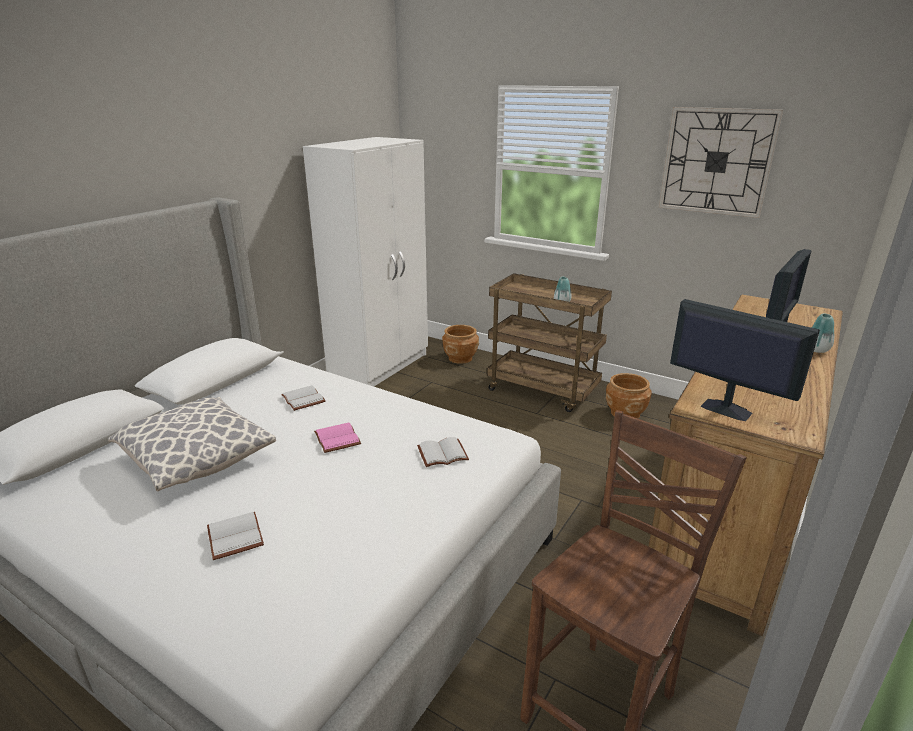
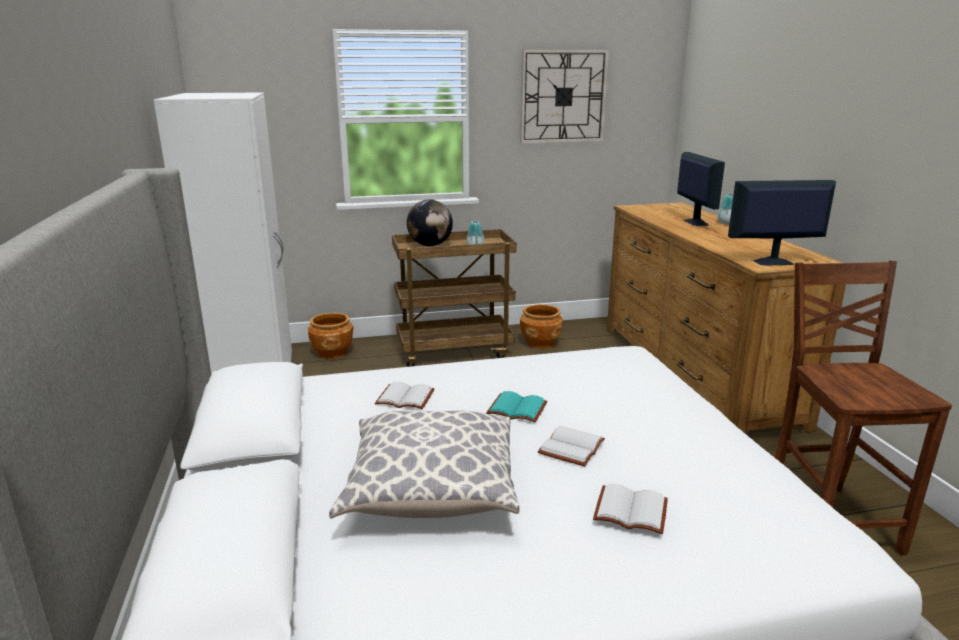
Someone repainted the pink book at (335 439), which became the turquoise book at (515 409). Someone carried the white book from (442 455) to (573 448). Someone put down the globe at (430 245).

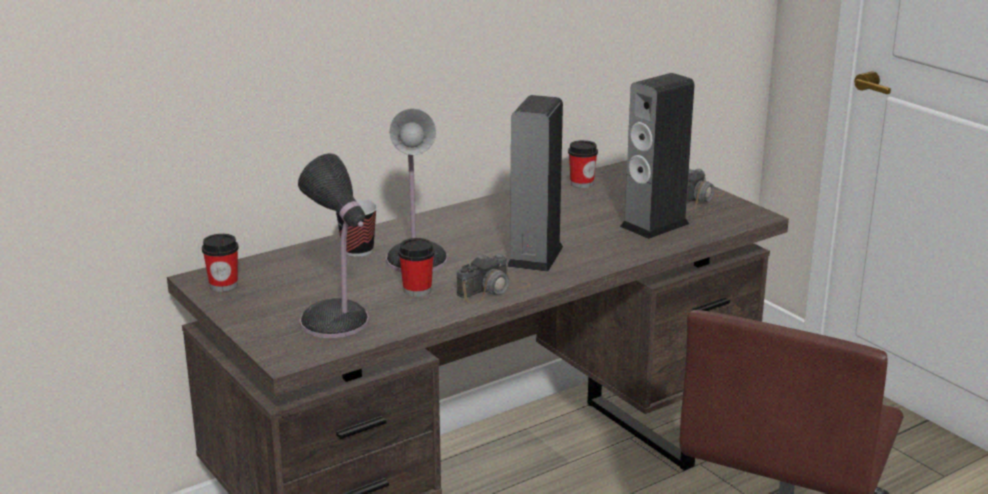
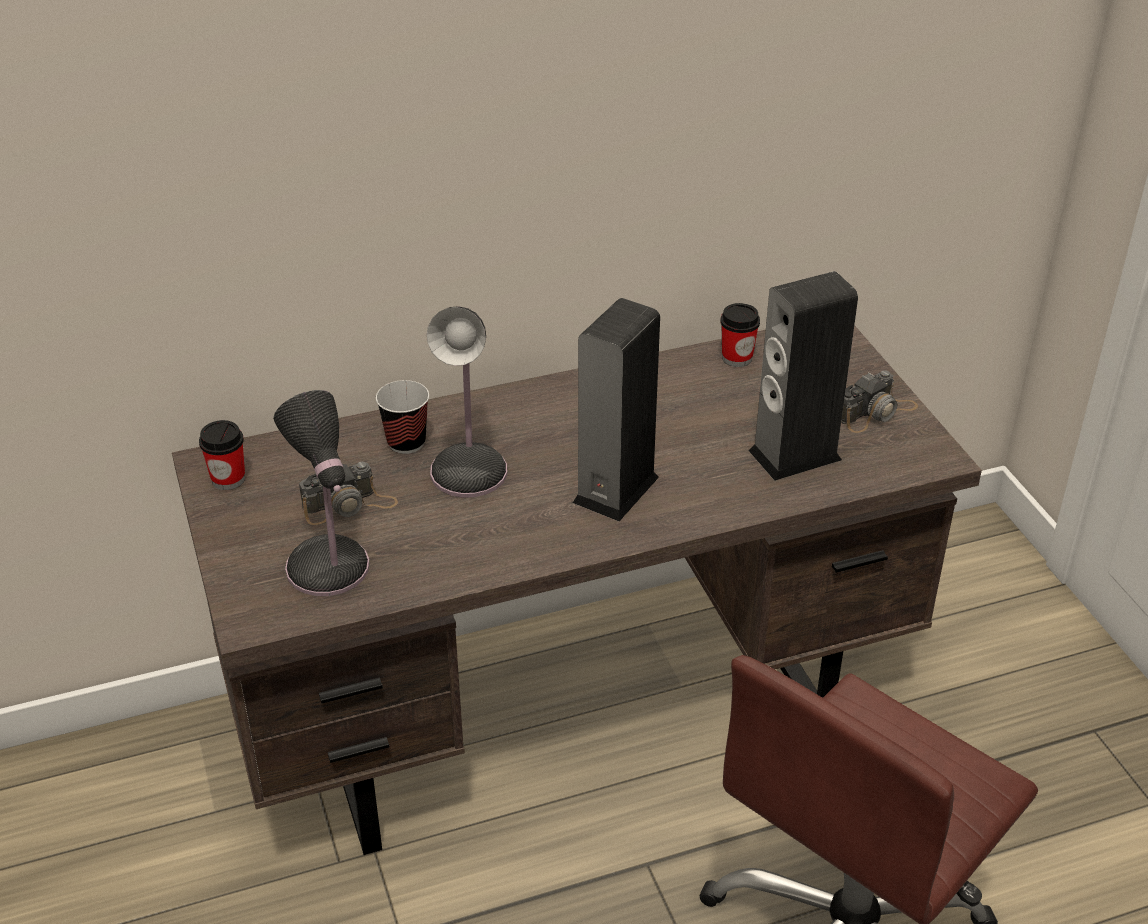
Someone took away the cup at (417 290). Someone carried the photo camera from (493 290) to (349 505).

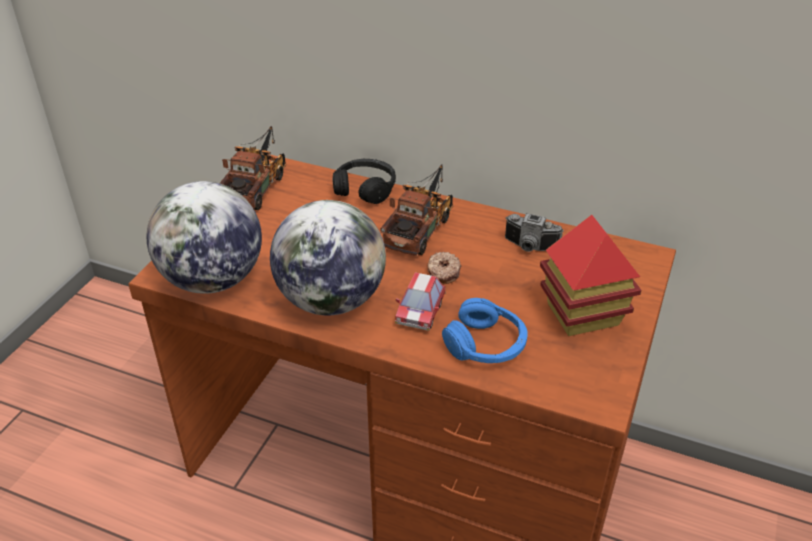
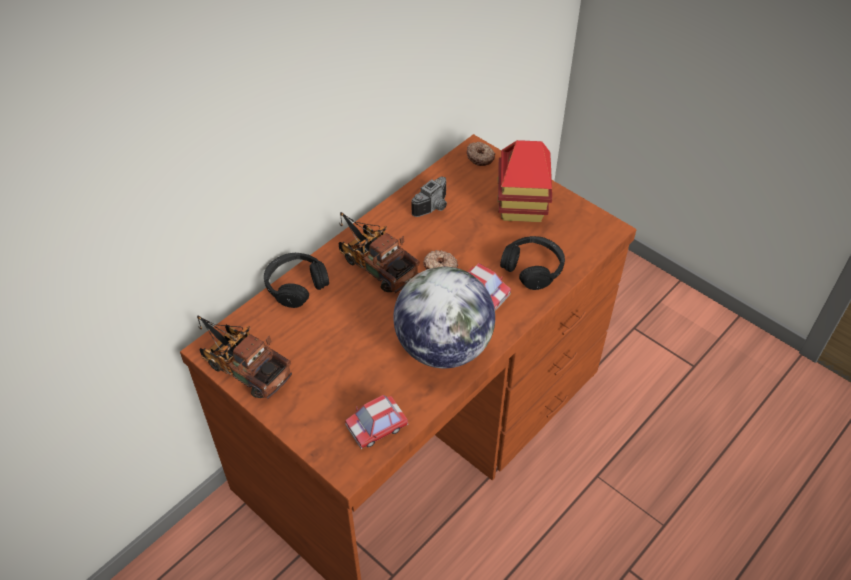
Someone swapped the globe at (213 280) for the toy car at (377 428). Someone repainted the blue headphones at (486 345), which became the black headphones at (533 268). Someone put down the donut at (480 157).

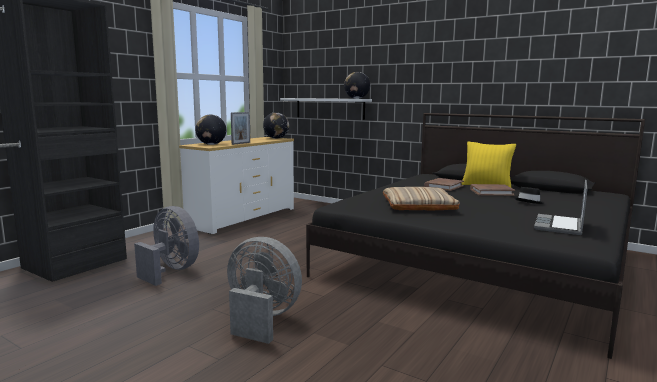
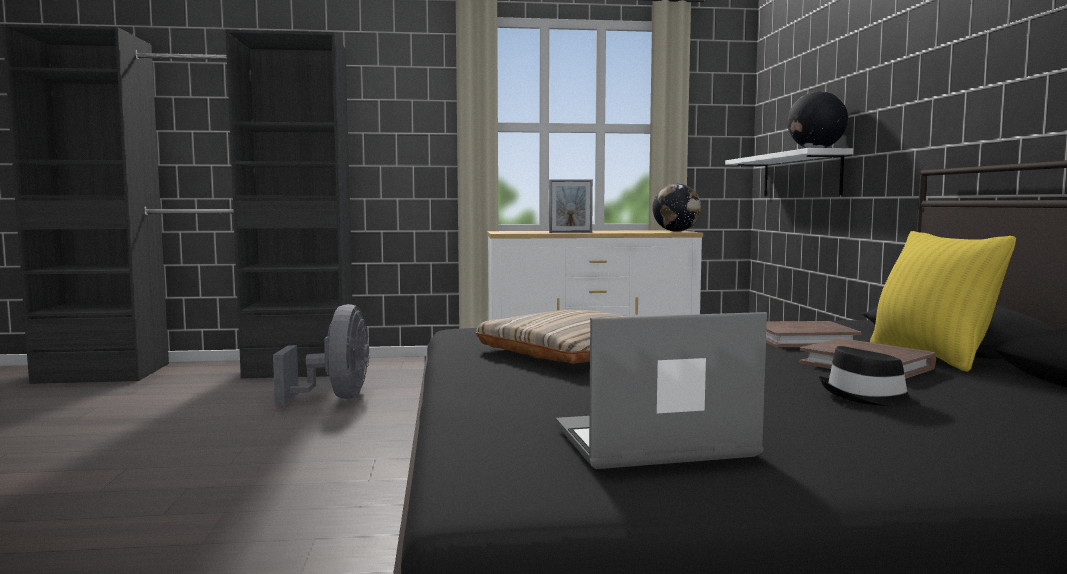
Someone took away the globe at (211 144). Someone took away the grey fan at (261 319).

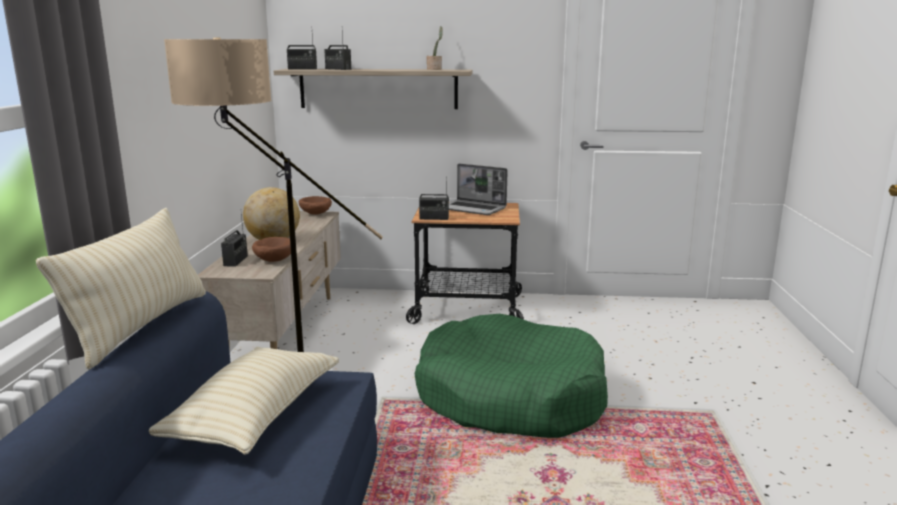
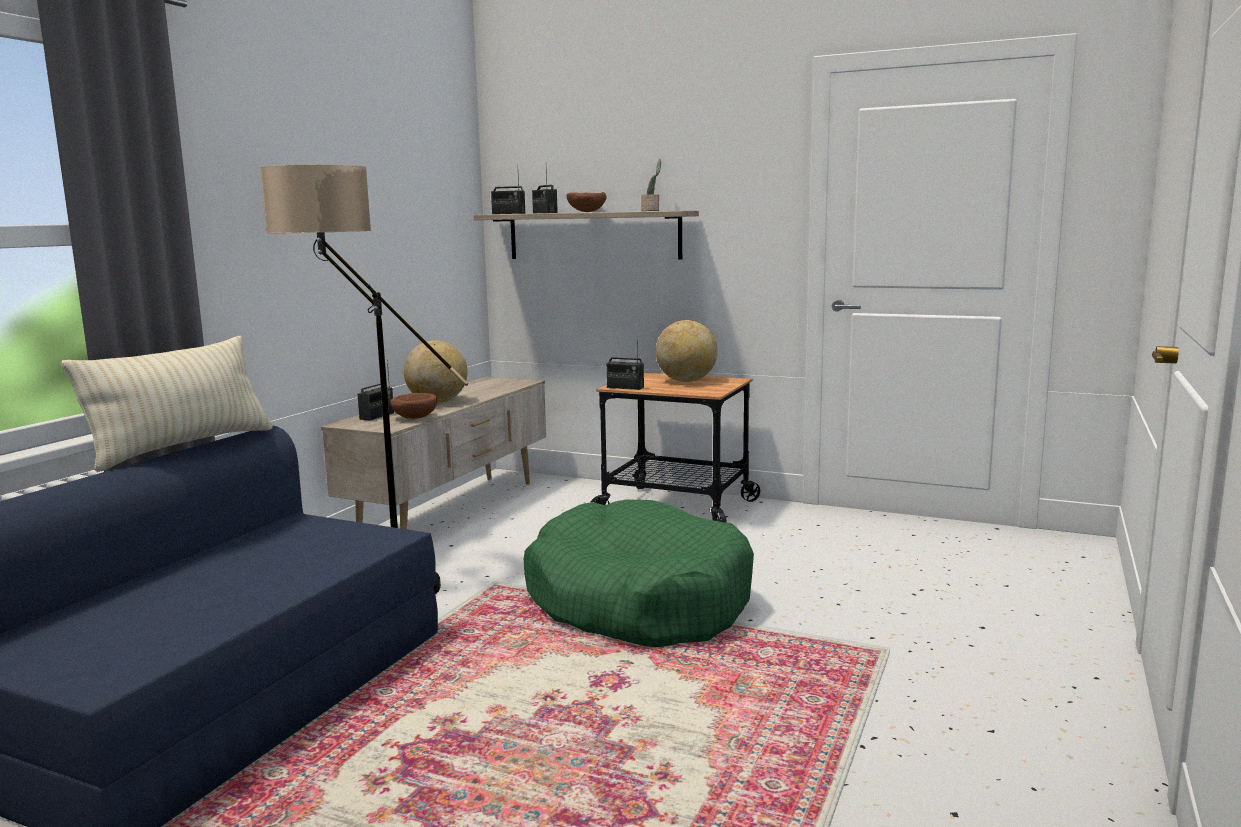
Someone took away the beige pillow at (255 417). Someone carried the brown bowl from (315 214) to (586 212). Someone swapped the laptop at (473 209) for the globe at (686 381).

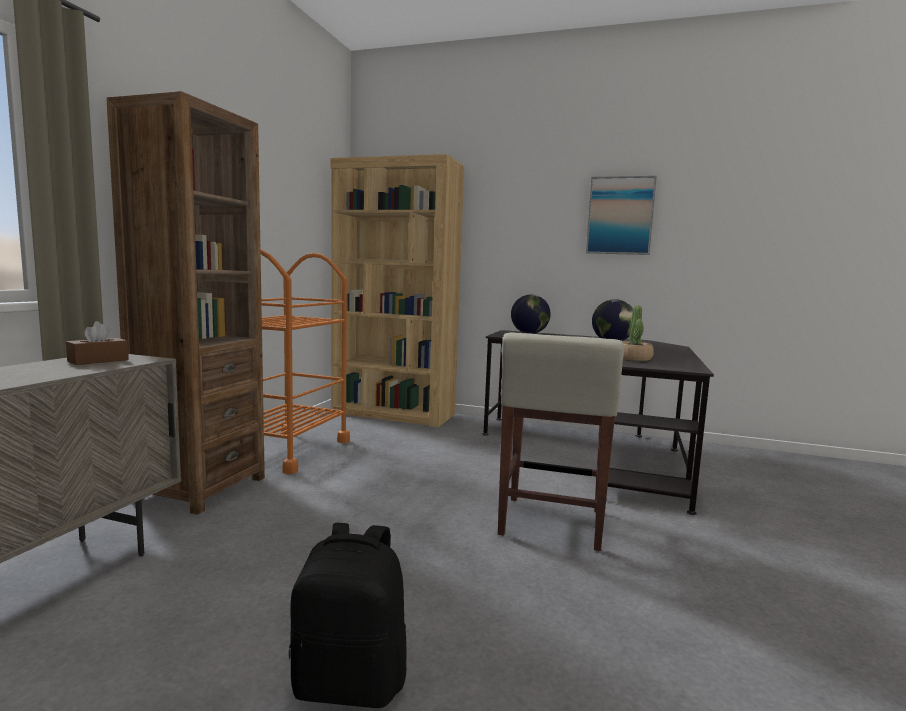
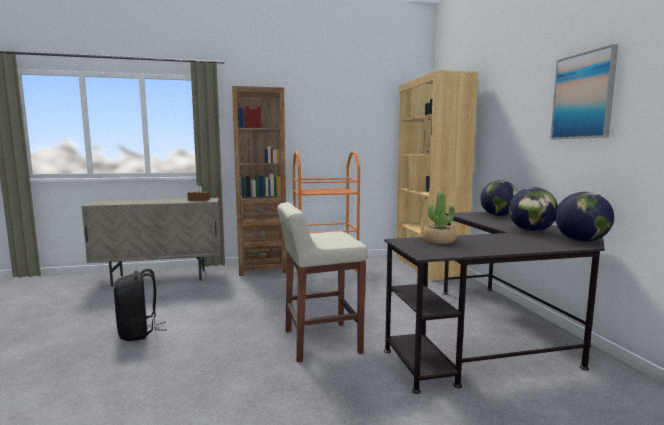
Someone put down the globe at (581 241).

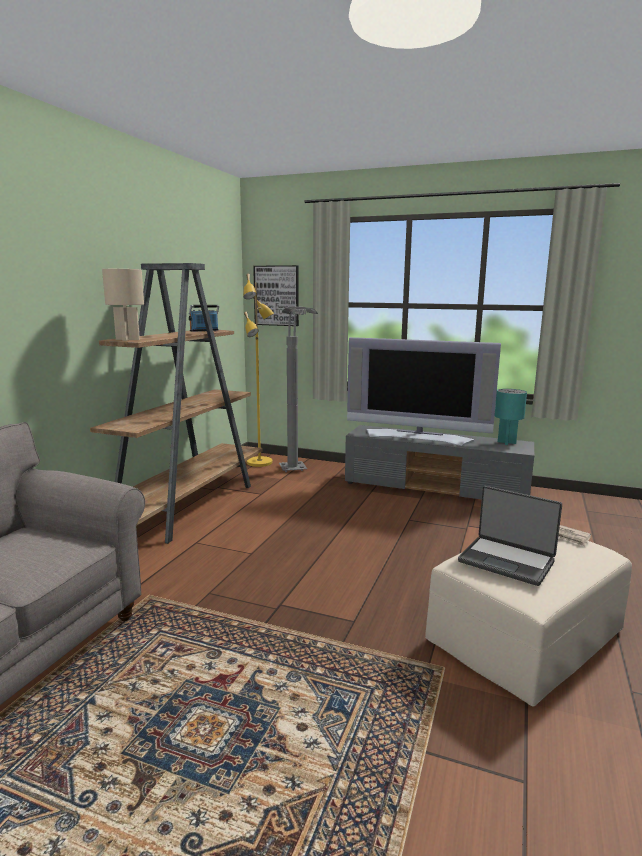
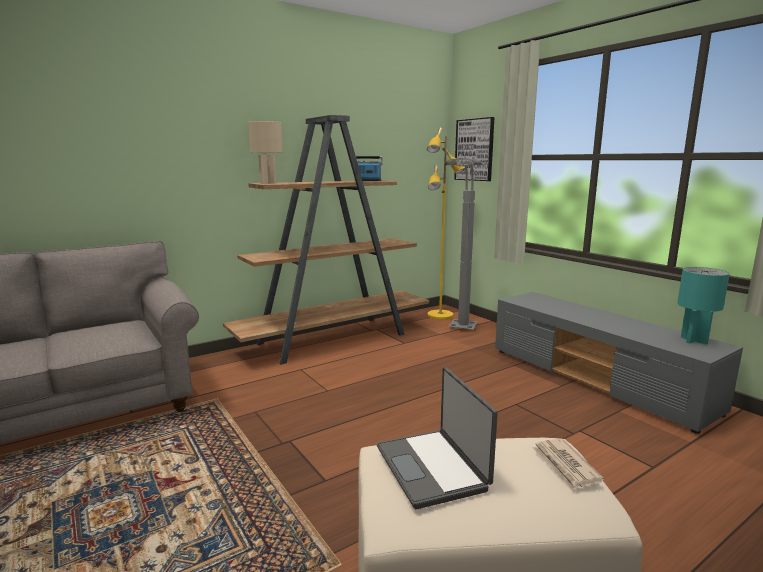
Someone took away the television at (418 437).

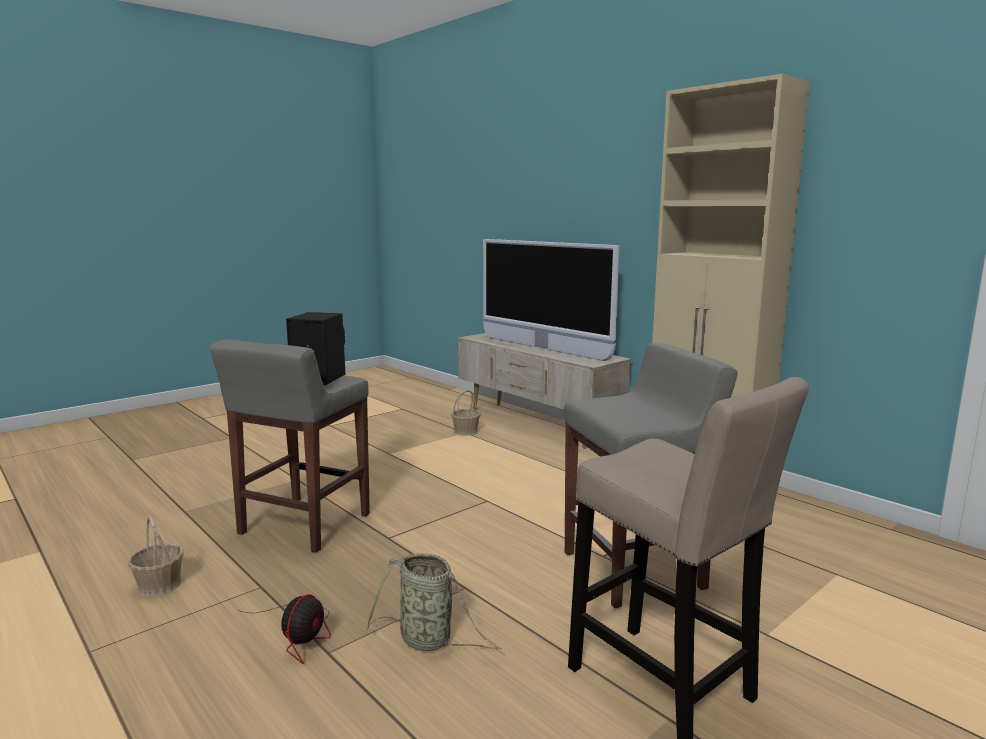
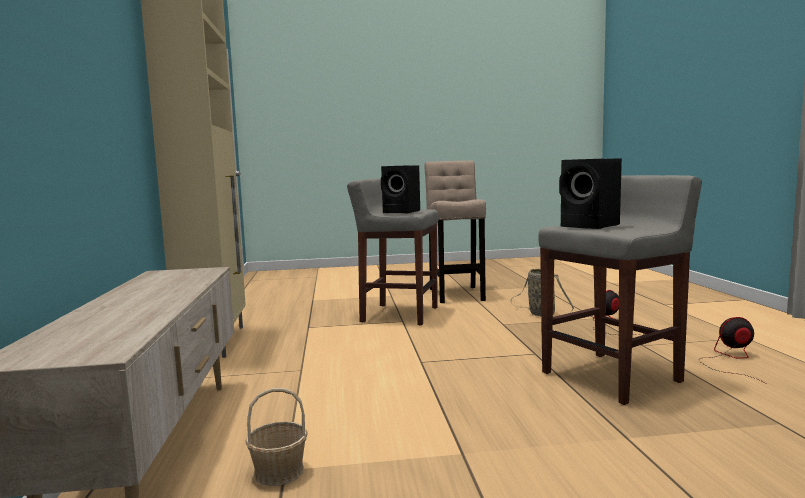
Someone swapped the basket at (159 585) for the fan at (731 359). Someone took away the television at (543 348). Someone put down the black speaker at (402 212).

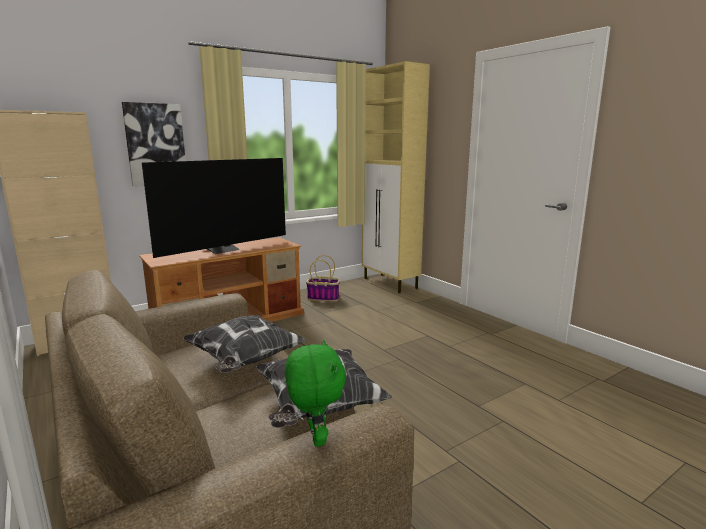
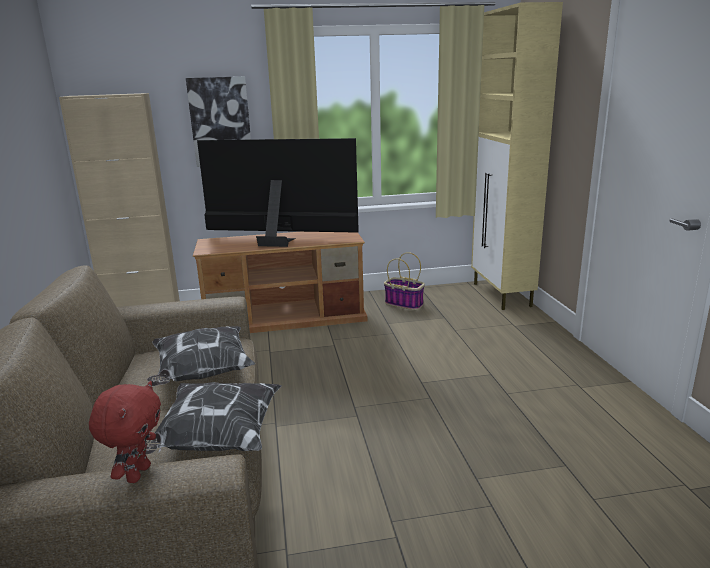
Someone rotated the television at (223 250) by 150 degrees counterclockwise. Someone repainted the green plush toy at (315 438), which became the red plush toy at (137 473).

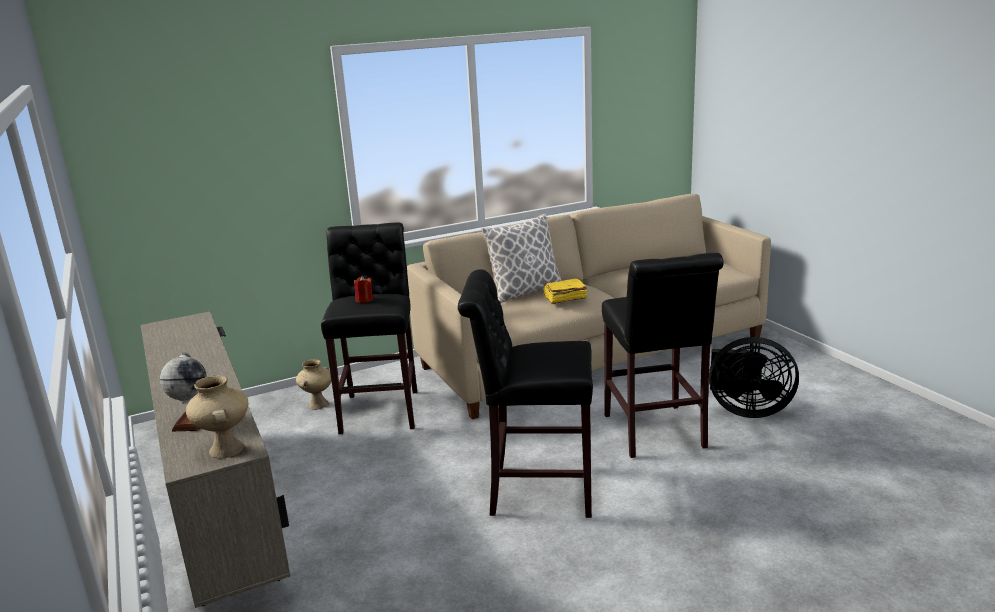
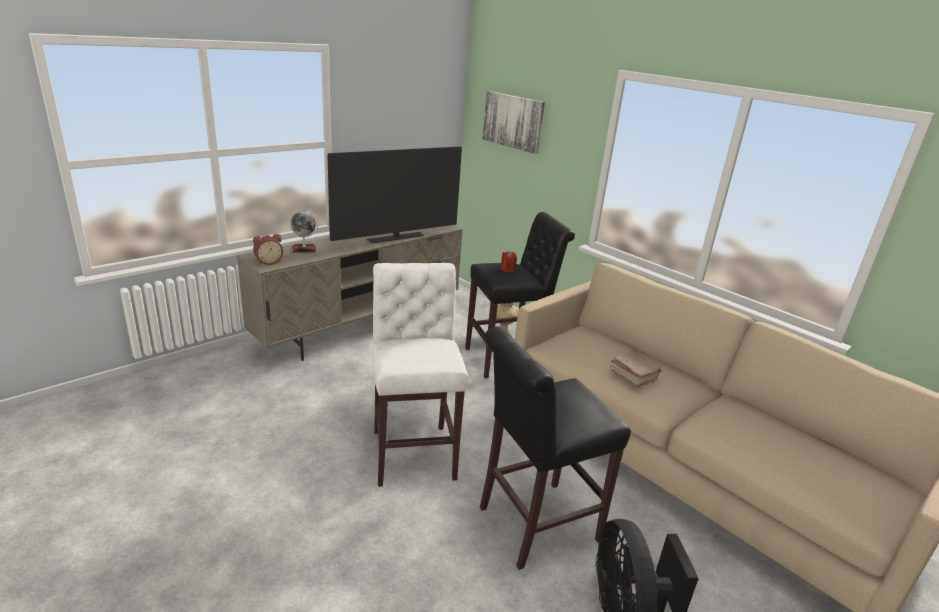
Someone swapped the beige vase at (225 449) for the alarm clock at (268 262). Someone repainted the black stool at (534 490), which became the white stool at (413 451). Someone took away the pillow at (524 292). Someone repainted the yellow book at (564 298), which became the brown book at (632 376). Someone put down the television at (396 238). Someone put up the picture at (513 121).

